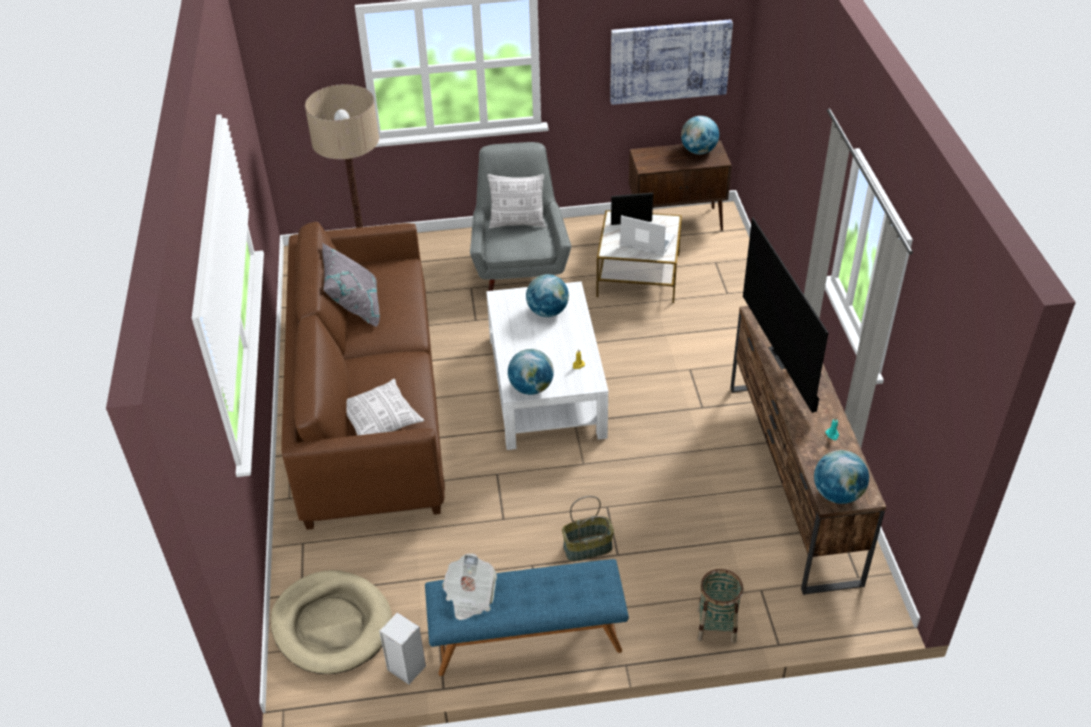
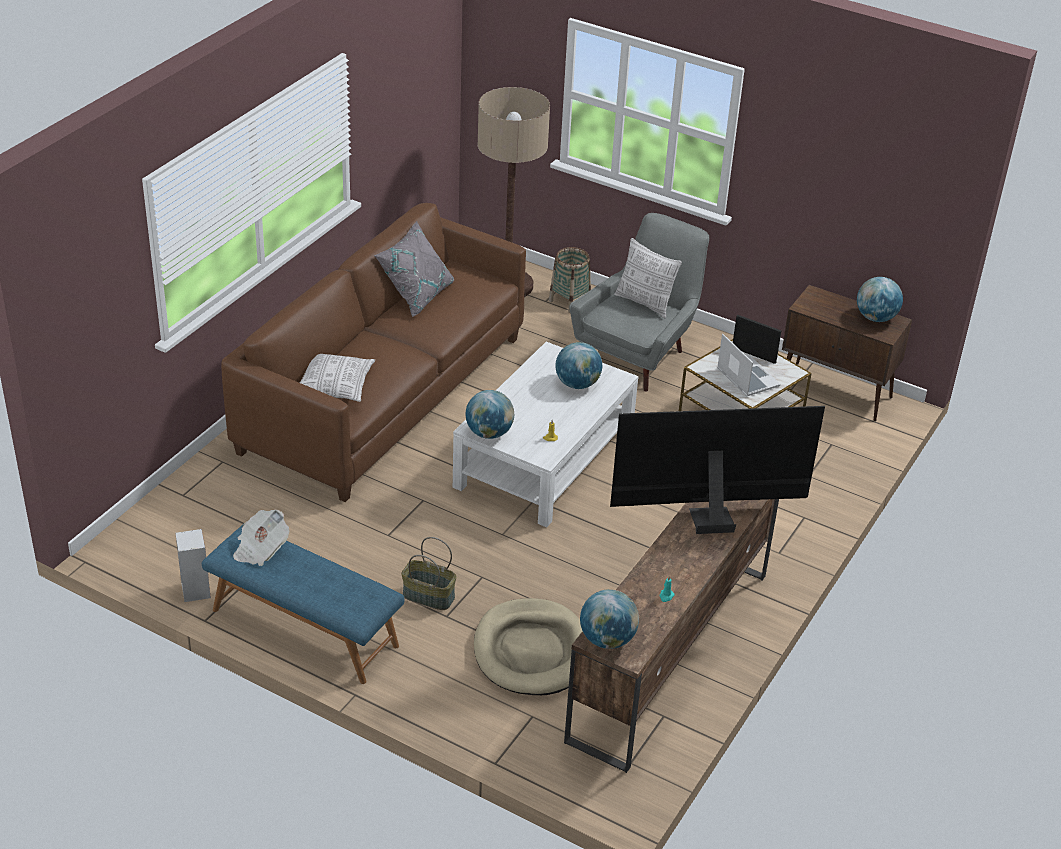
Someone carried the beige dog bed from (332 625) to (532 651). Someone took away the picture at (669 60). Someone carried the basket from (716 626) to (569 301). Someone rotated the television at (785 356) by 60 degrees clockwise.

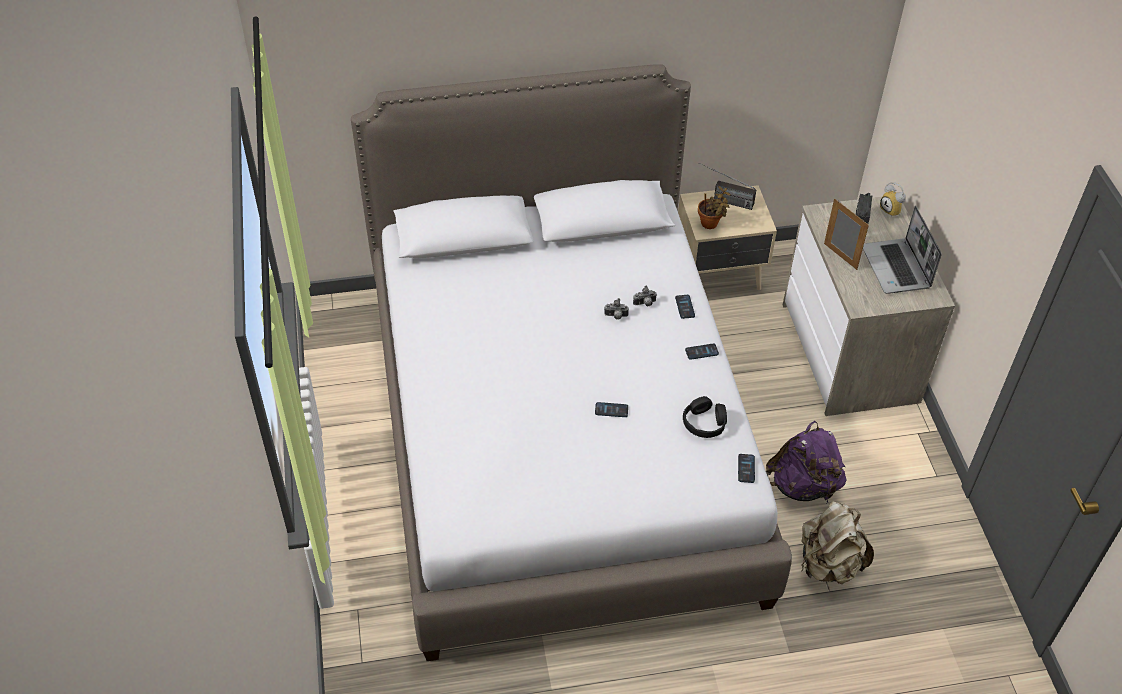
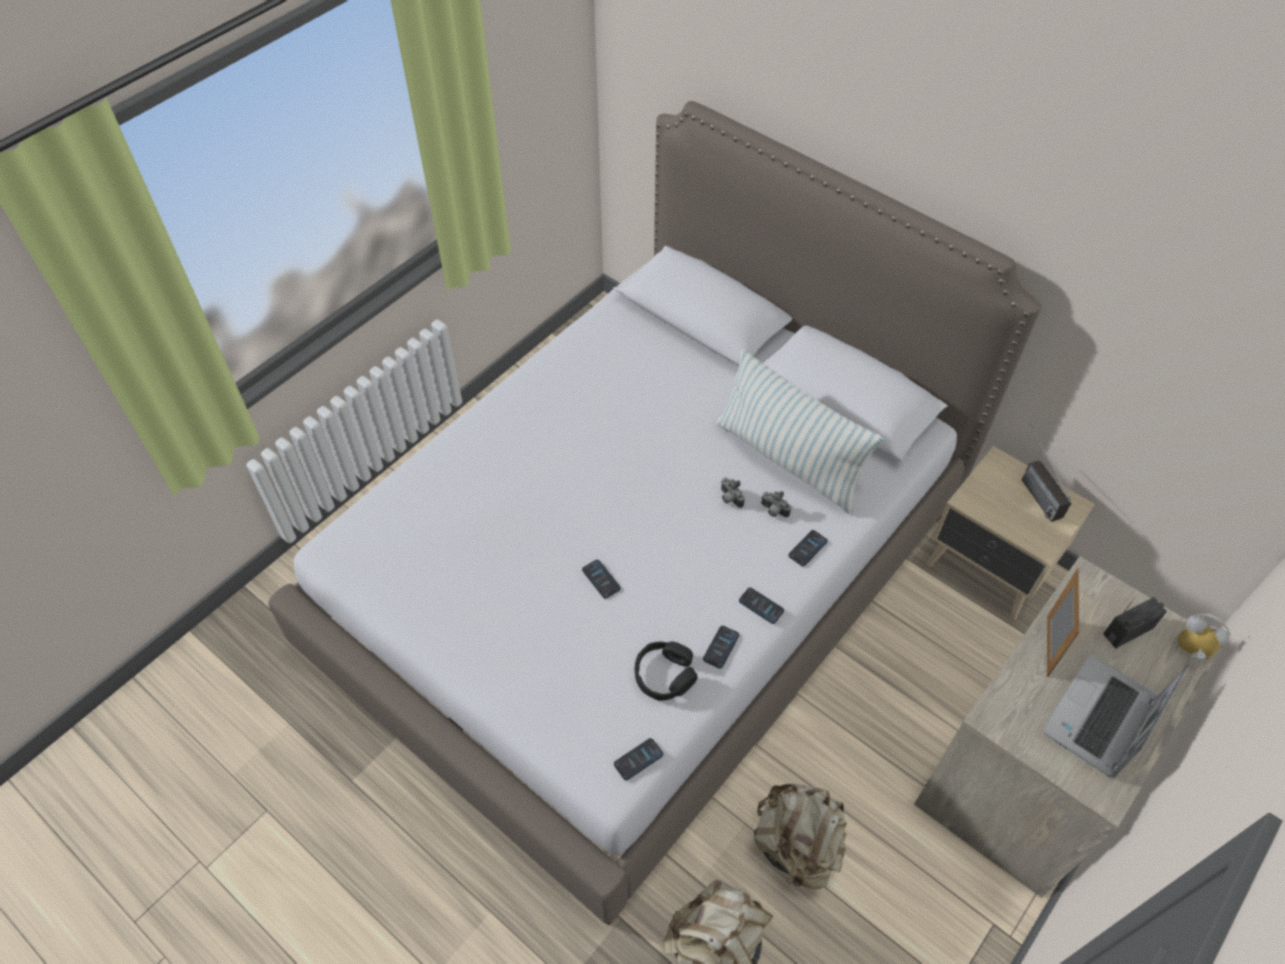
Someone took away the potted plant at (711 224). Someone repainted the purple backpack at (803 485), which became the beige backpack at (797 846). Someone rotated the alarm clock at (892 210) by 105 degrees clockwise. Someone put down the phone at (721 647). Someone put down the pillow at (789 460).

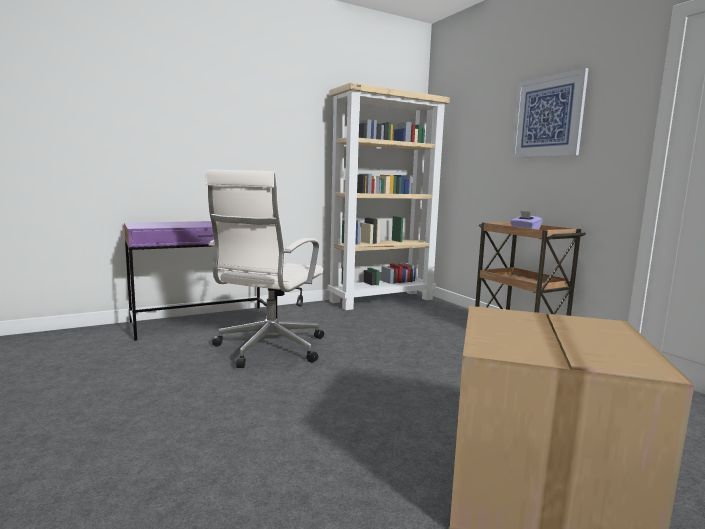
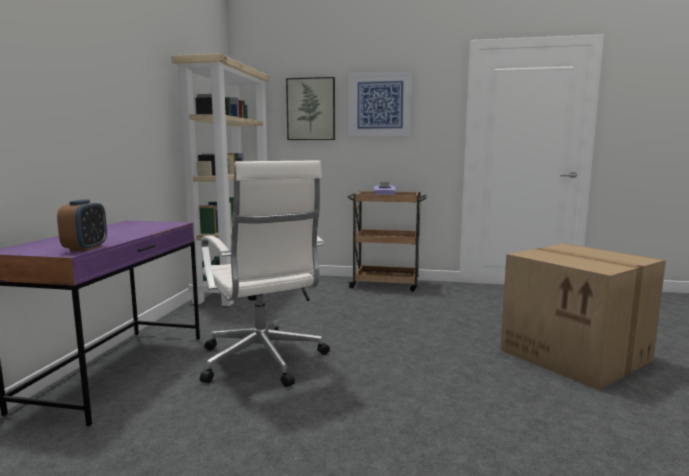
Someone put down the alarm clock at (85 248). Someone put up the picture at (311 109).

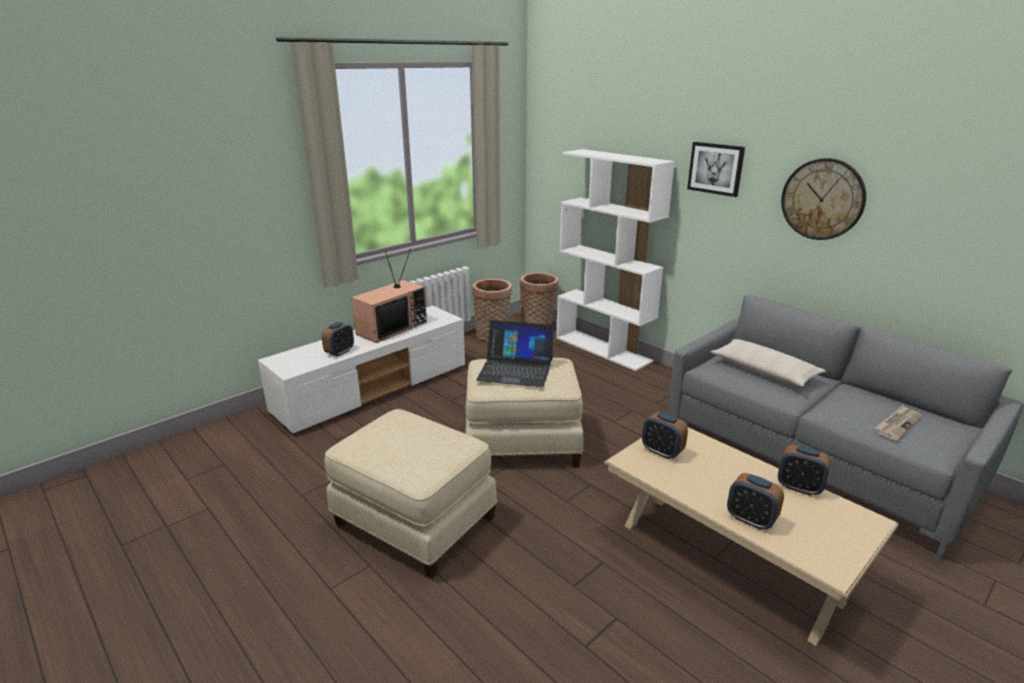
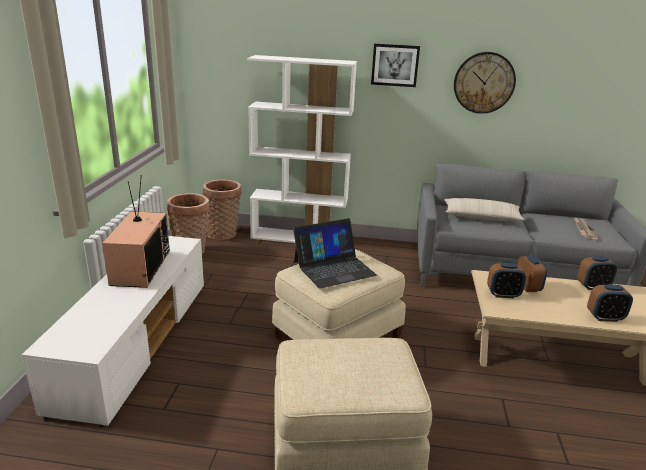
Someone carried the alarm clock from (340 352) to (527 287).

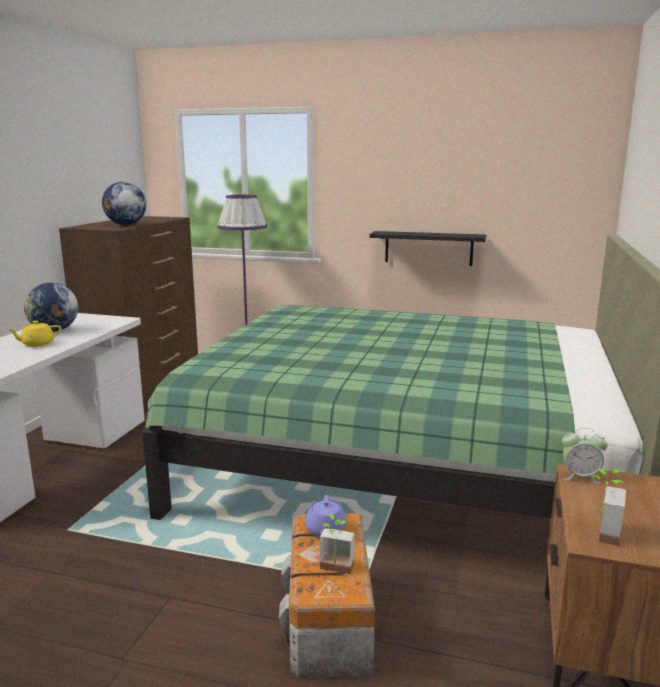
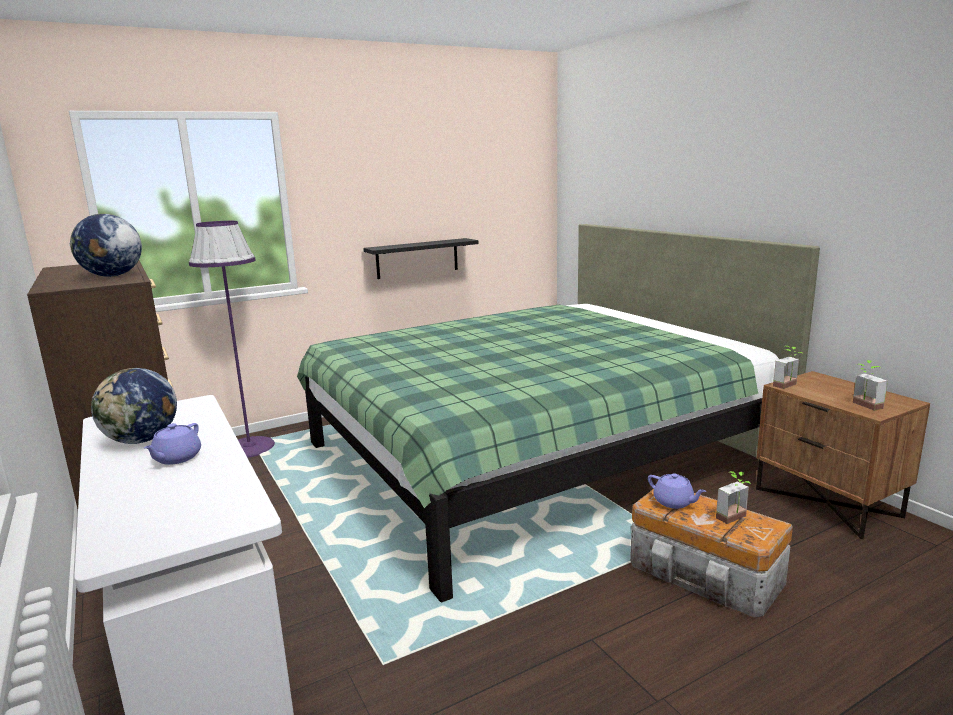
Someone repainted the yellow teapot at (37 344), which became the purple teapot at (176 458). Someone swapped the alarm clock at (580 477) for the potted plant at (789 386).

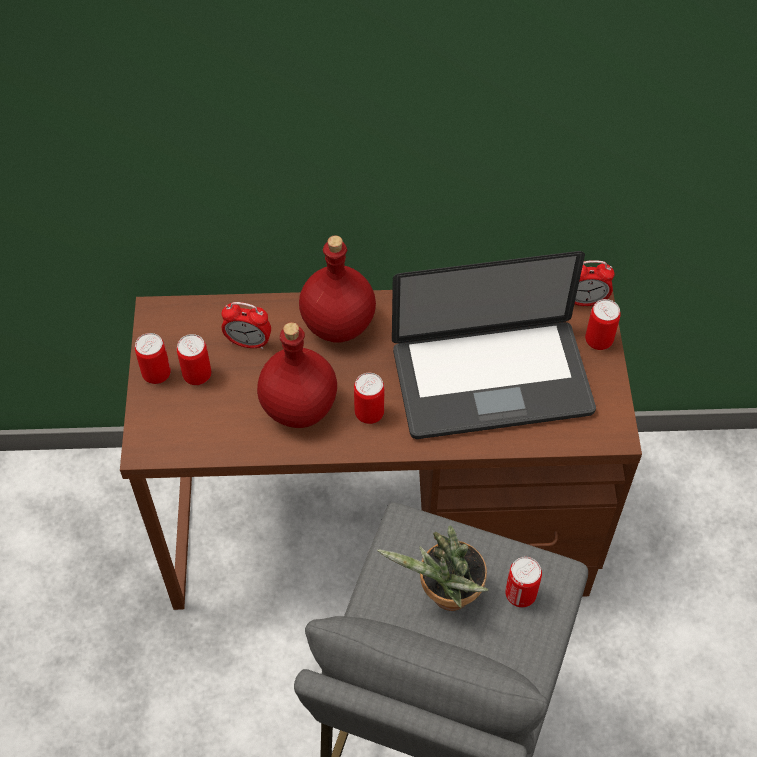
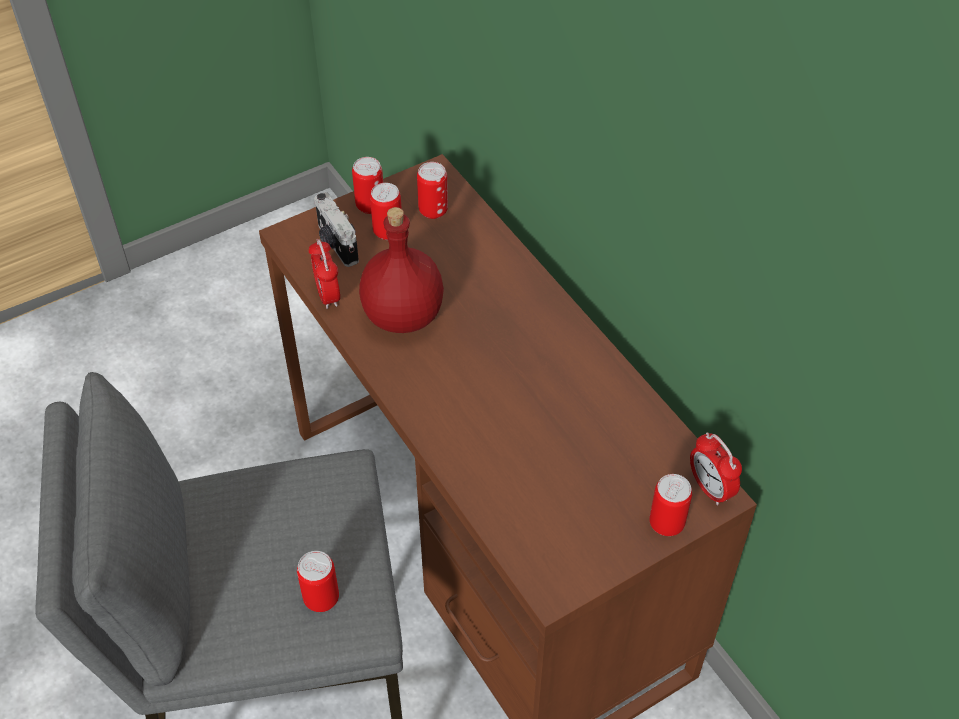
Someone carried the alarm clock from (248 342) to (328 295). Someone took away the red bottle at (339 324). Someone carried the can from (369 413) to (433 210). Someone took away the potted plant at (445 597). Someone took away the laptop at (491 381). Someone put down the photo camera at (336 244).

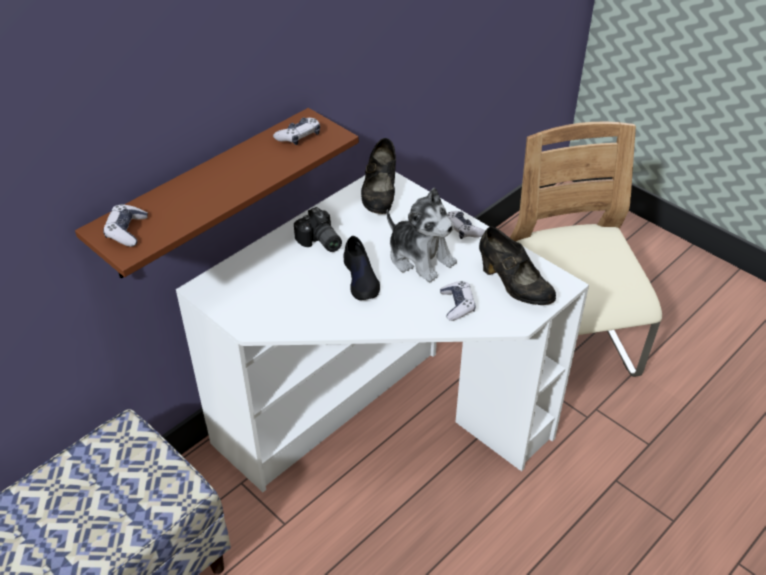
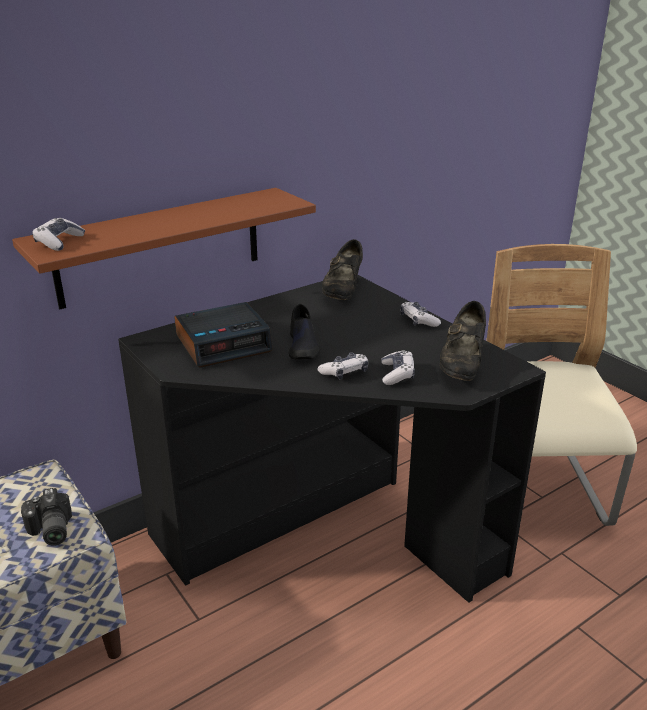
Someone repainted the white desk at (381 419), which became the black desk at (326 534). Someone carried the game controller from (299 136) to (344 372). Someone carried the photo camera from (319 242) to (49 531). Someone took away the plush toy at (420 258). Someone rotated the black shoe at (513 286) by 45 degrees clockwise. Someone put down the alarm clock at (224 343).

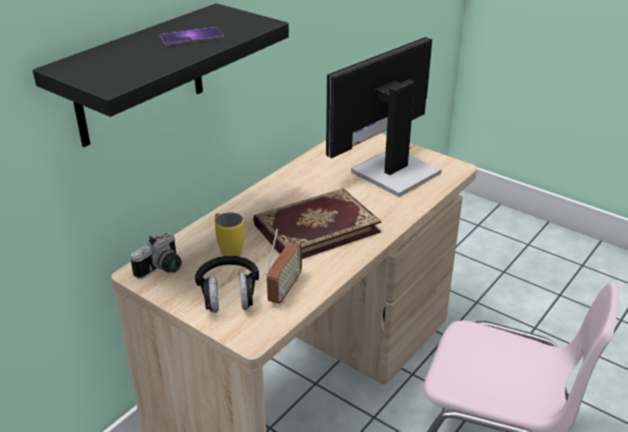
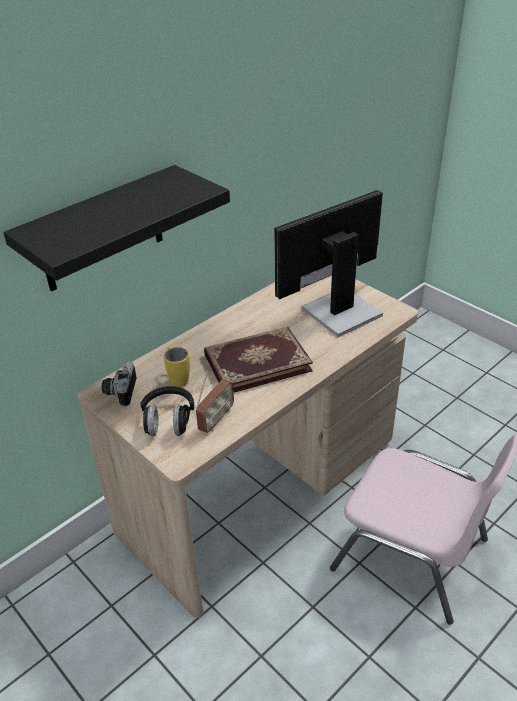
Someone rotated the photo camera at (162 269) by 135 degrees clockwise. Someone took away the phone at (191 37).

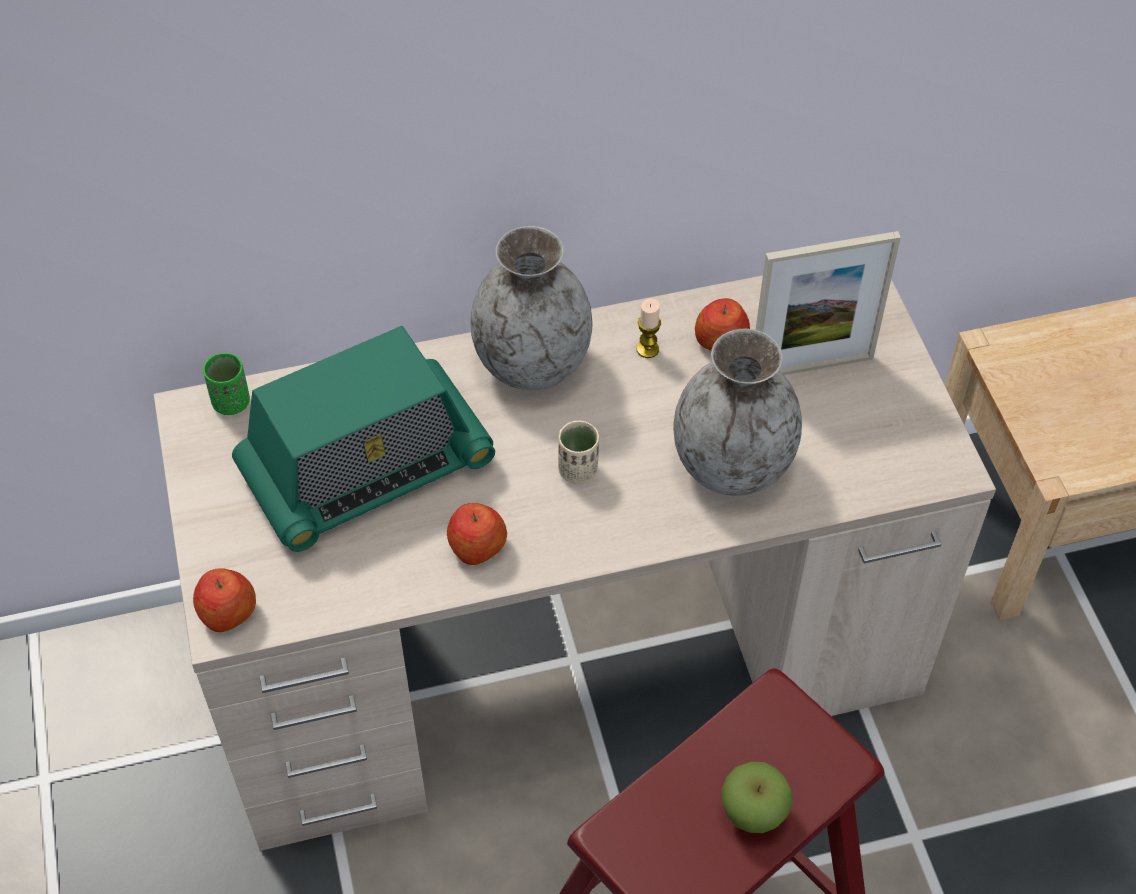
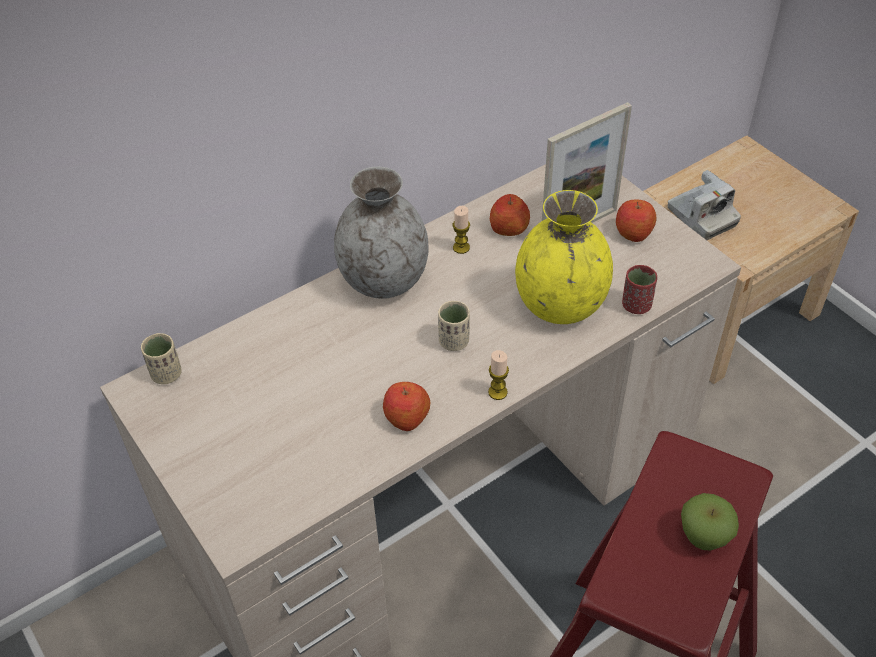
Someone carried the apple from (227 612) to (633 232). Someone repainted the green cup at (231 402), which became the beige cup at (166 374). Someone took away the radio at (366 468). Someone repainted the grey vase at (733 466), which became the yellow vase at (561 305). Someone put down the candle at (497 392). Someone put down the red cup at (636 305). Someone put down the photo camera at (701 217).

